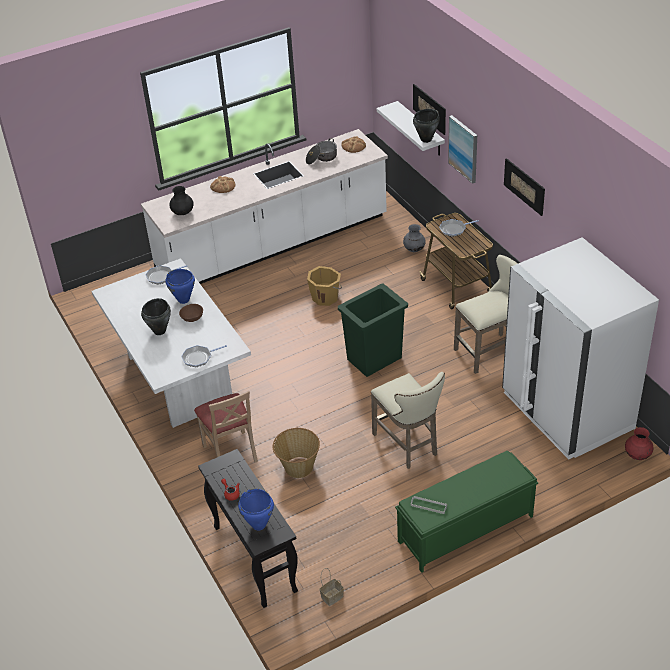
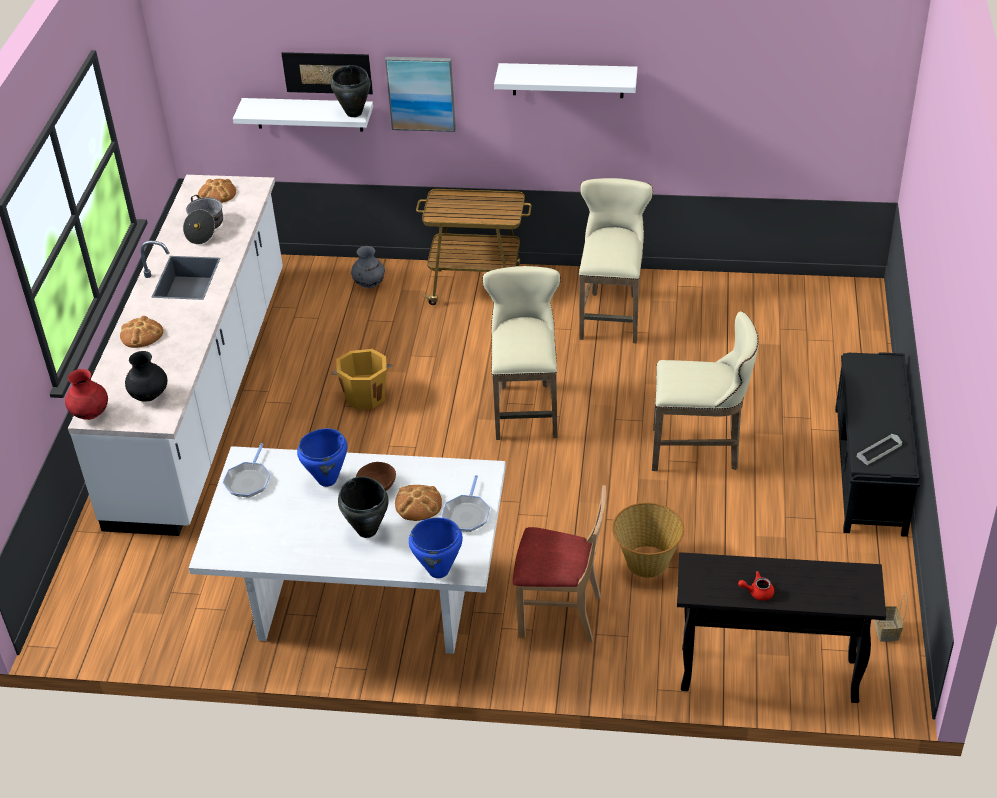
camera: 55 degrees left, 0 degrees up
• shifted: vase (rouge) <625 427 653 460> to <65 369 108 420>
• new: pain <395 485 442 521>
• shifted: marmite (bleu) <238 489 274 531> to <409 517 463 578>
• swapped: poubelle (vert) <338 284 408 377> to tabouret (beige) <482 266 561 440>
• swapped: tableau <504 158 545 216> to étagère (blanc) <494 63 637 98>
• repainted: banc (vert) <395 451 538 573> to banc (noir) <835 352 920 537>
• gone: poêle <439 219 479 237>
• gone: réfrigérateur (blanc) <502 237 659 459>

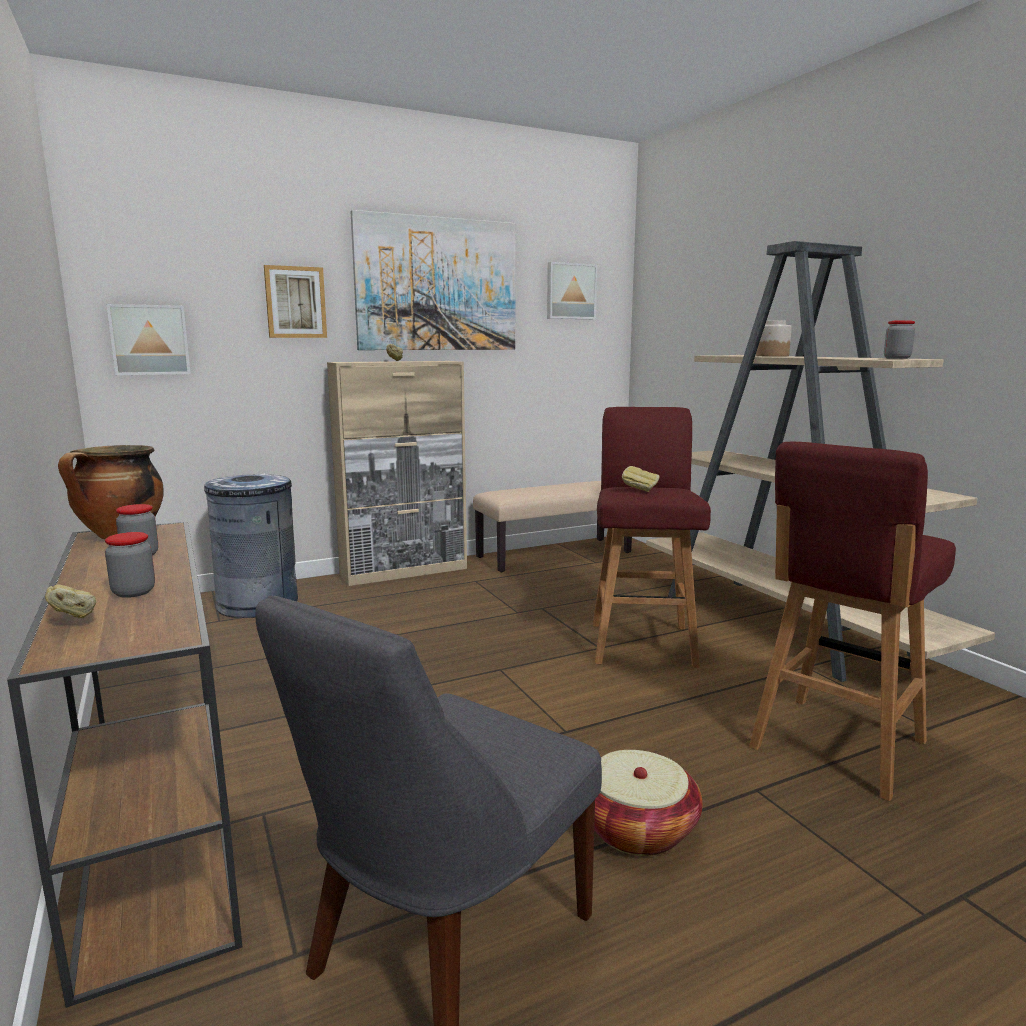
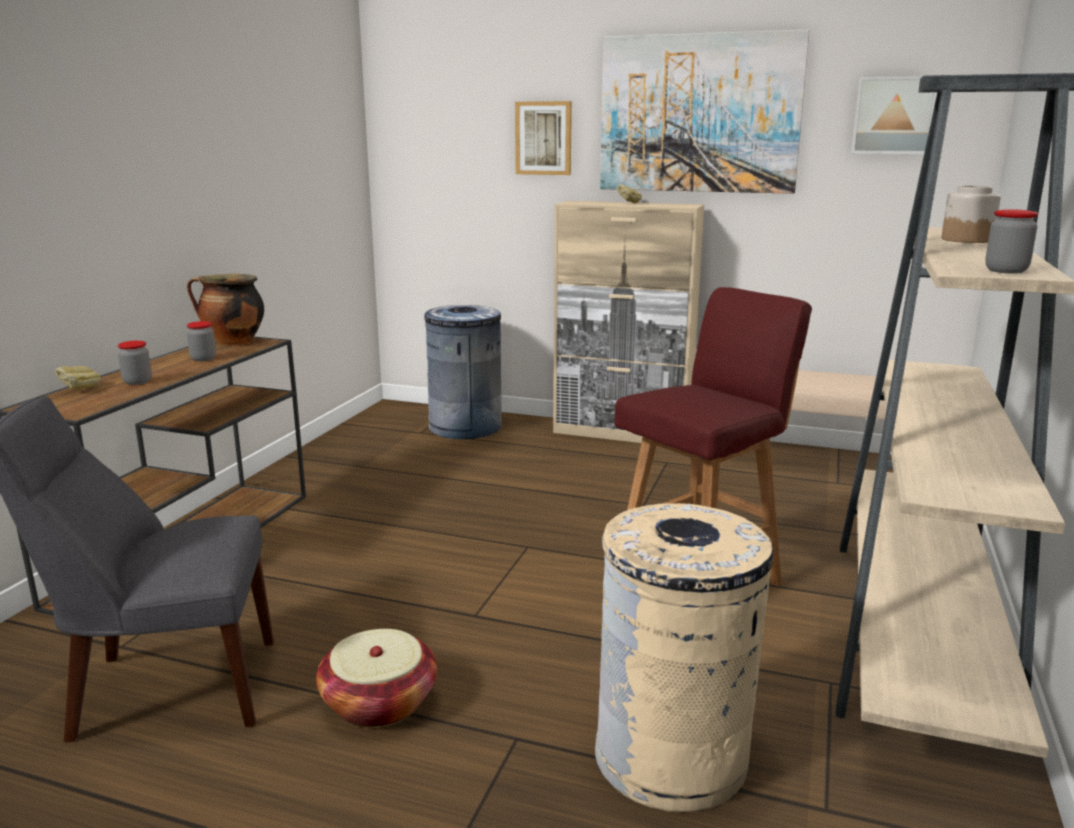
camera: 45 degrees right, 5 degrees up
• swapped: tabouret (rouge) <749 442 956 801> to poubelle (beige) <595 503 773 812>
• gone: tableau <106 304 191 375>
• gone: pain <622 466 659 492>

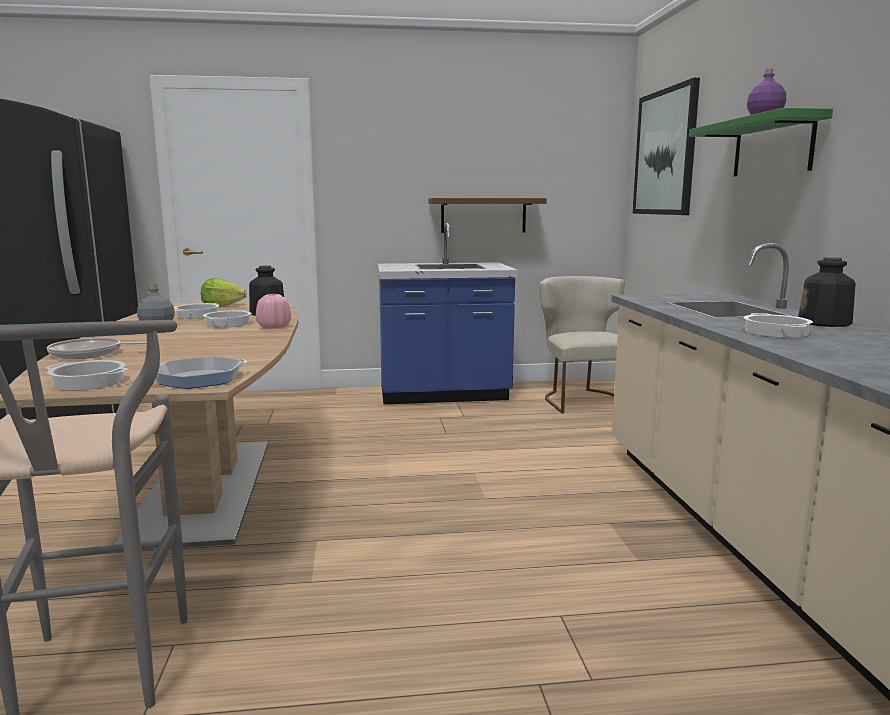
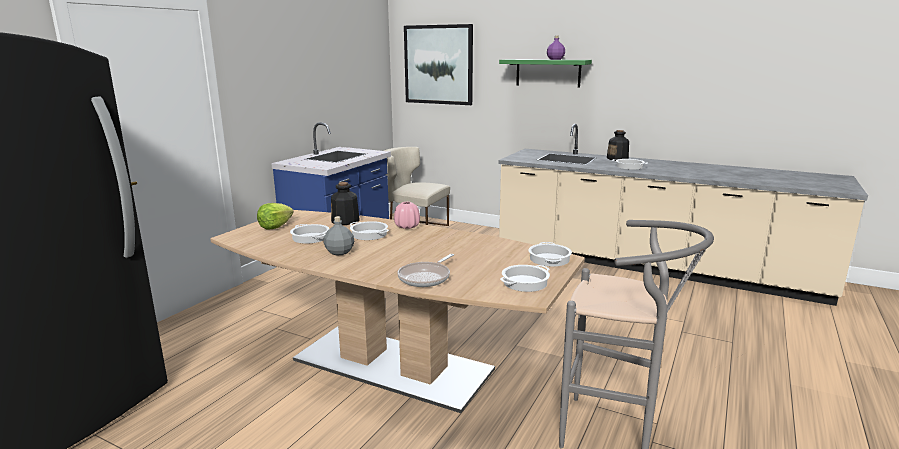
camera: 55 degrees left, 5 degrees up
• swapped: poêle <156 356 247 389> to marmite <528 242 572 267>
• gone: étagère (marron) <428 198 547 233>

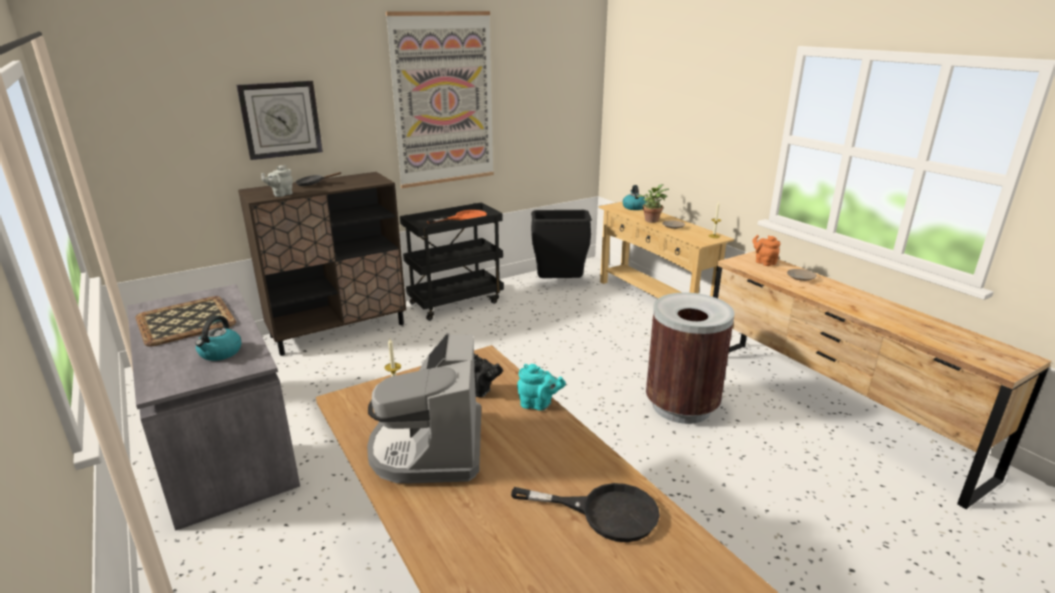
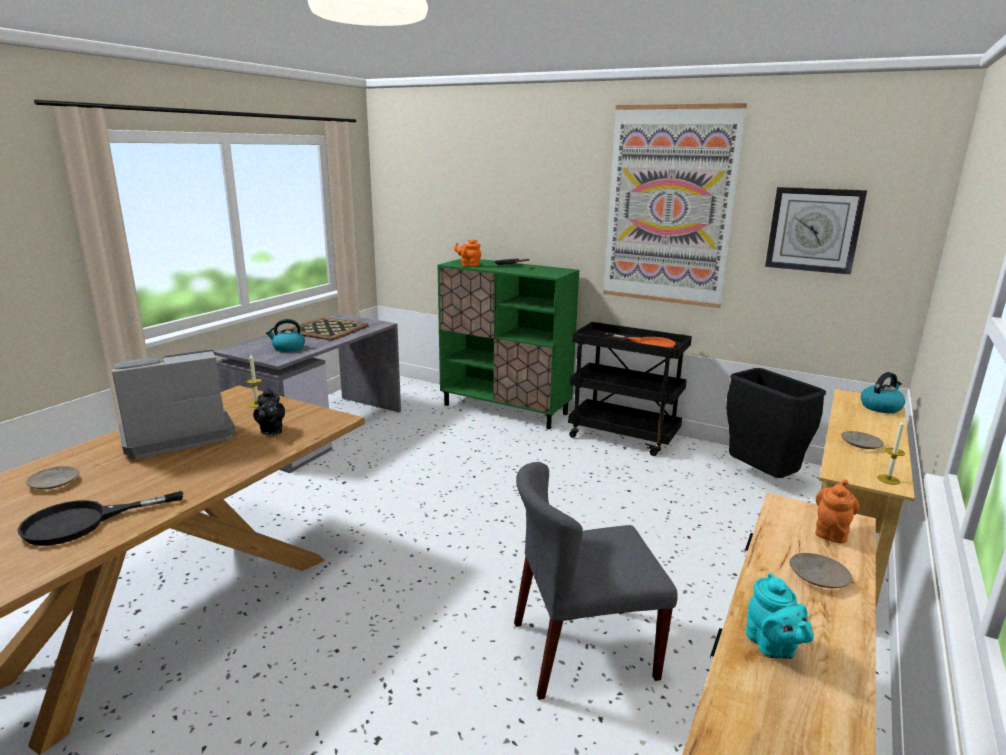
camera: 60 degrees right, 5 degrees down
• rotated: poêle (noir) <511 483 660 542> = <17 491 183 546> 75 degrees clockwise
• new: assiette (beige) <26 466 79 489>
• repainted: meuble de rangement (marron) <238 172 406 356> to meuble de rangement (vert) <437 258 579 429>
• repainted: théière (gris) <261 165 293 197> to théière (orange) <454 239 481 267>
• swapped: poubelle (marron) <646 293 735 424> to chaise (gris) <514 462 678 700>
• shifted: théière (turquoise) <517 364 566 411> to <746 573 814 659>
• shifted: horloge murale <236 81 323 160> to <765 187 867 275>
• gone: plante en pot <637 184 669 223>

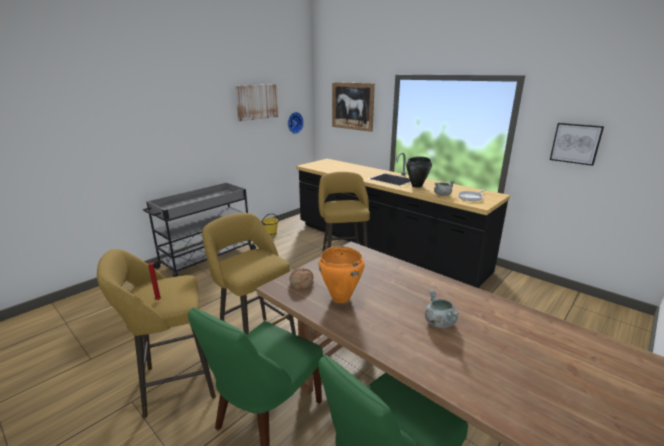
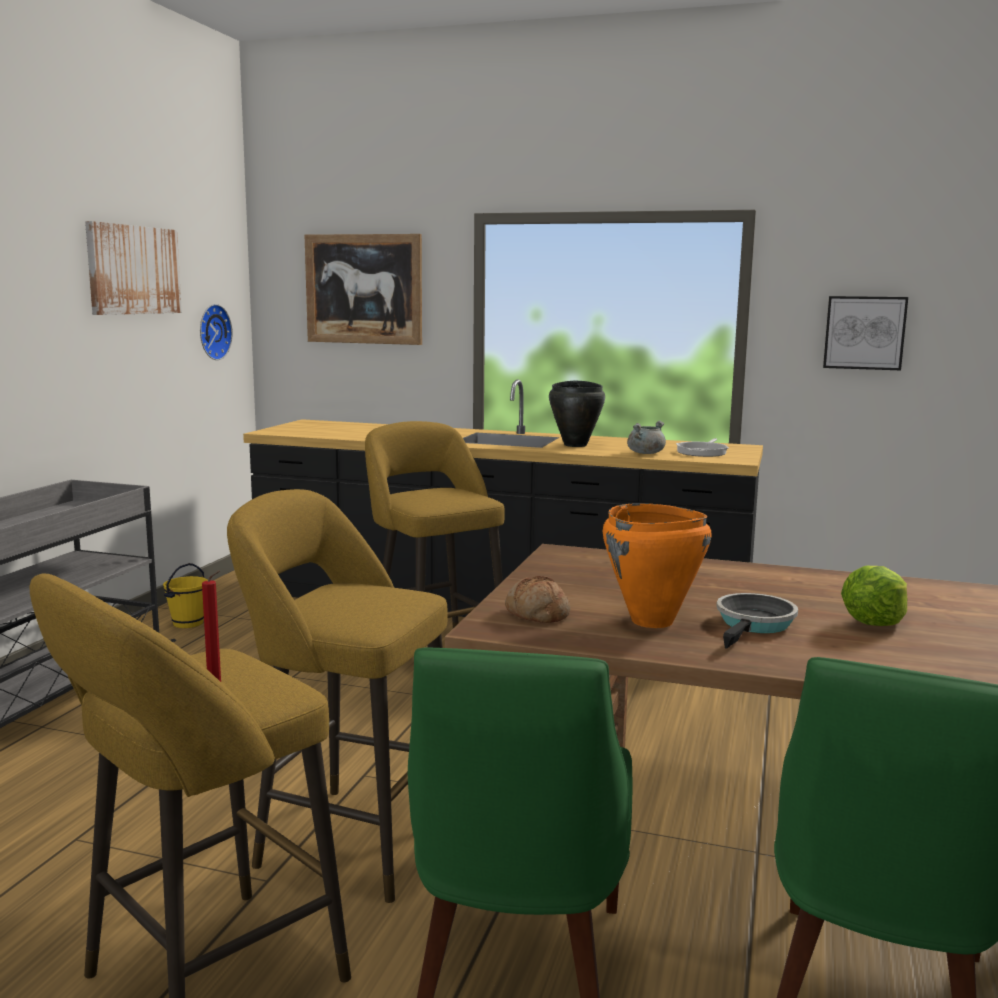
camera: 25 degrees left, 10 degrees down
• new: poêle <717 593 798 649>
• swapped: marmite (gris) <425 290 459 328> to laitue <841 566 907 626>

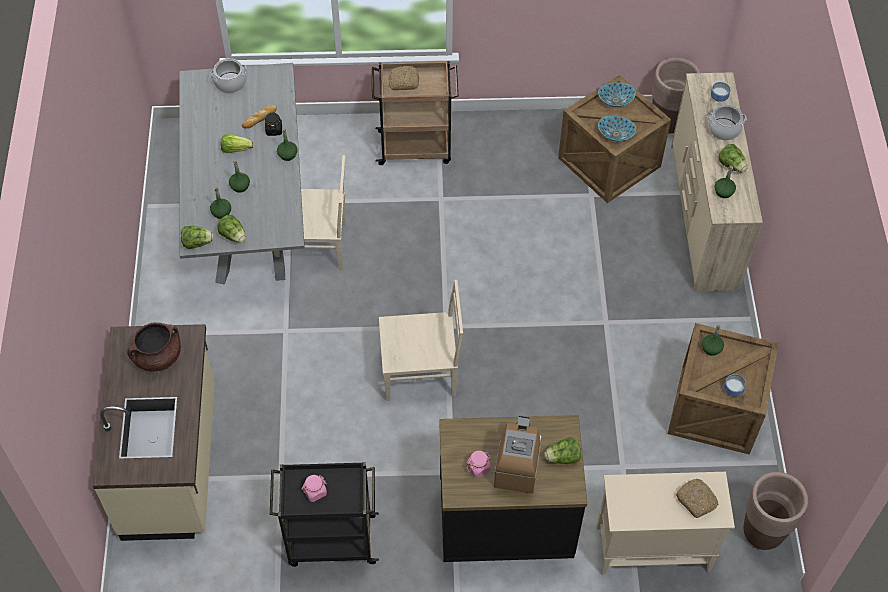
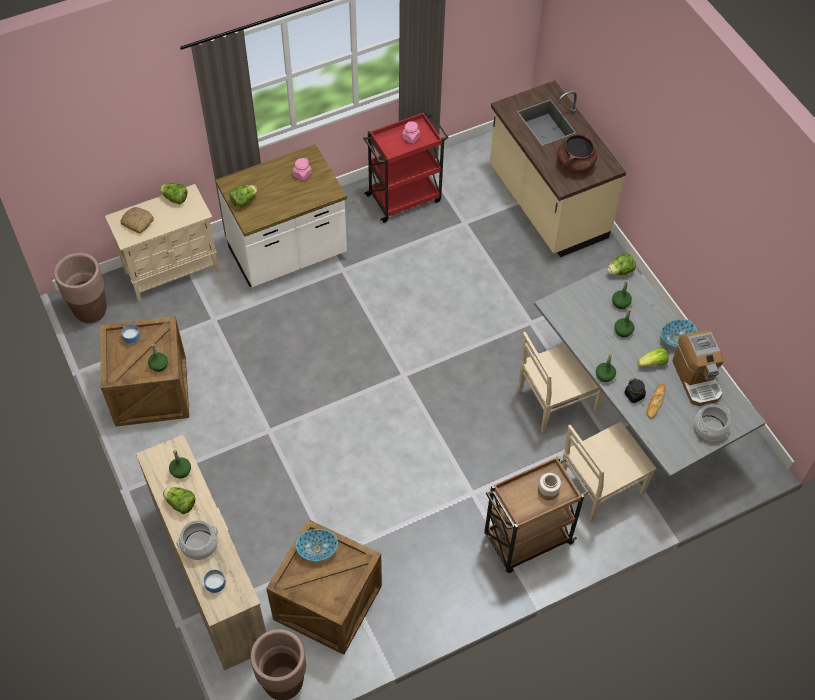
camera: 155 degrees right, 0 degrees up
• shifted: laitue <217 215 246 243> to <159 183 188 204>
• repainted: comptoir de cuisine (noir) <439 415 587 562> to comptoir de cuisine (blanc) <215 144 347 287>
• repainted: chariot (noir) <270 462 379 567> to chariot (rouge) <363 112 449 223>
• swapped: pain <388 66 419 90> to bocal <538 473 561 500>
• shifted: chaise (beige) <379 280 463 401> to <562 422 657 522>
• shifted: bol <598 82 636 107> to <661 319 697 347>
• shifted: machine à café <494 416 542 494> to <672 329 723 406>

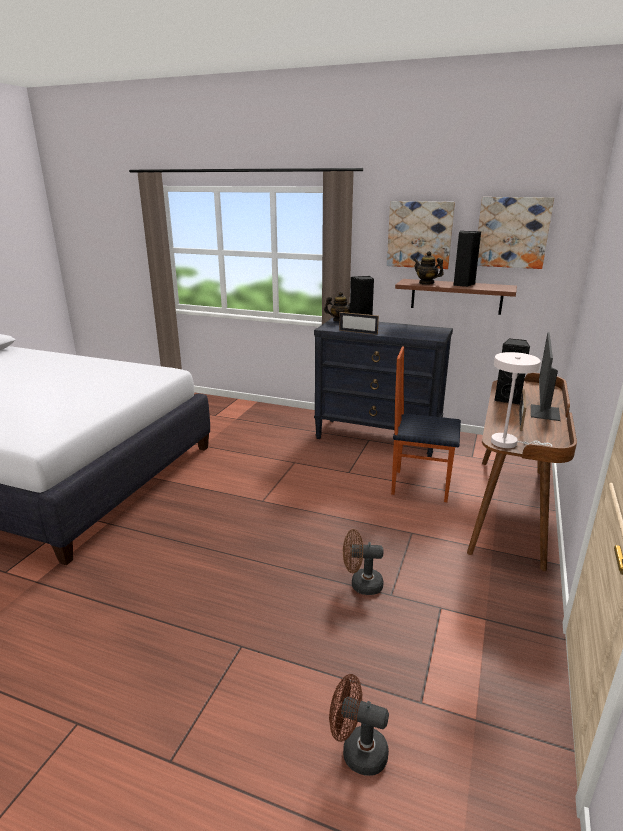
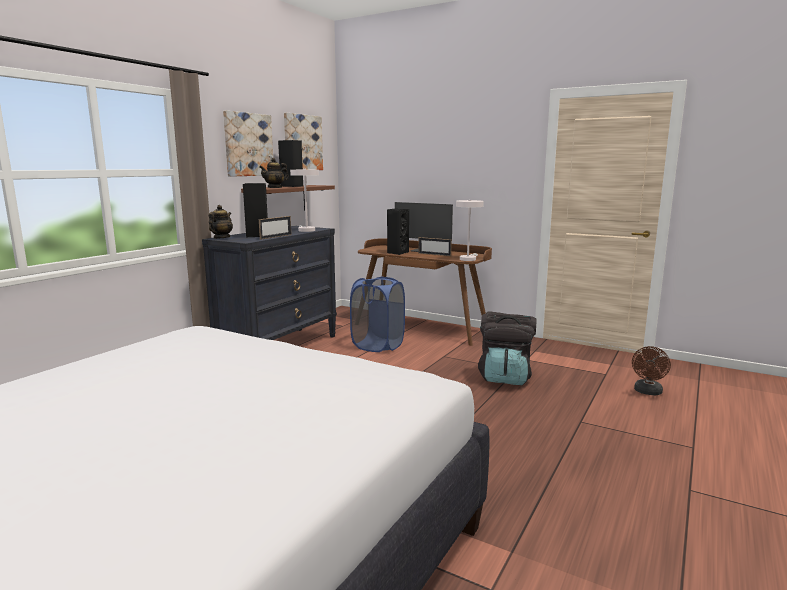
camera: 80 degrees left, 10 degrees down
• new: lampe de table (blanc) <290 169 319 232>
• swapped: chaise <391 346 461 502> to panier à linge (bleu) <350 277 405 352>
• swapped: ventilateur (marron) <343 529 383 595> to sac à dos (noir) <478 311 536 386>

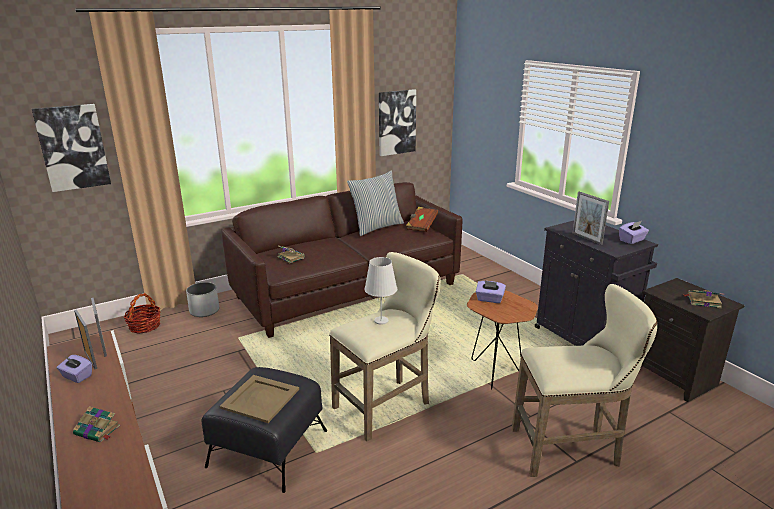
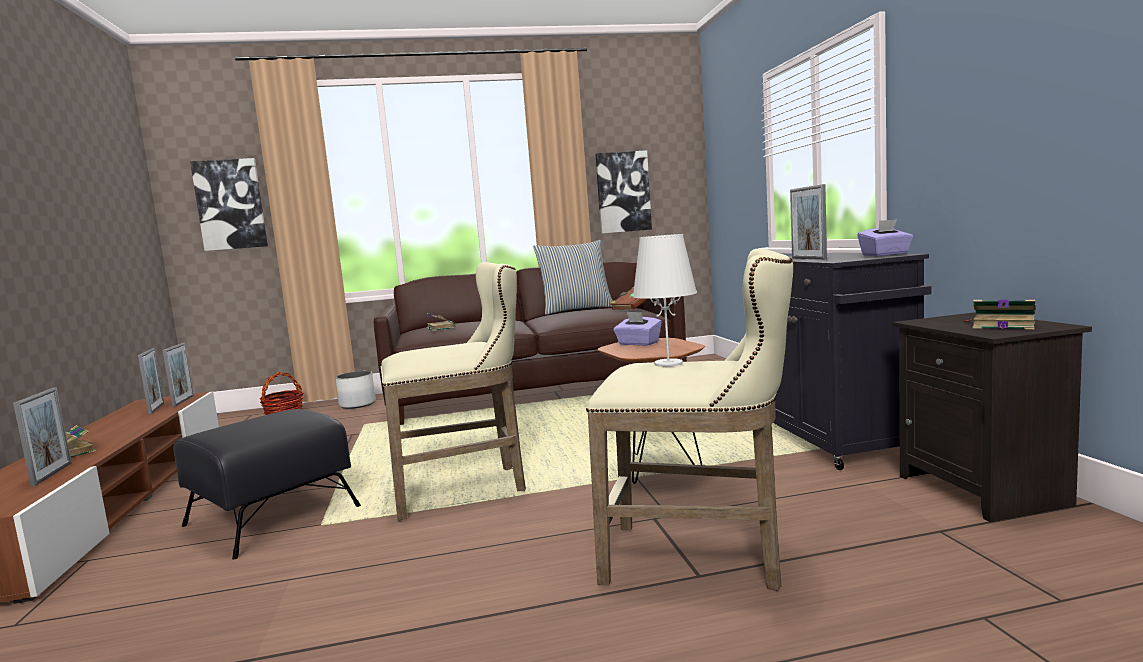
camera: 20 degrees right, 15 degrees down
• new: cadre photo <13 387 72 487>
• shifted: lampe de table (blanc) <364 257 397 325> to <632 234 697 367>
• gone: boîte à mouchoirs (violet) <57 355 92 383>
• gone: plateau (beige) <220 375 299 423>

